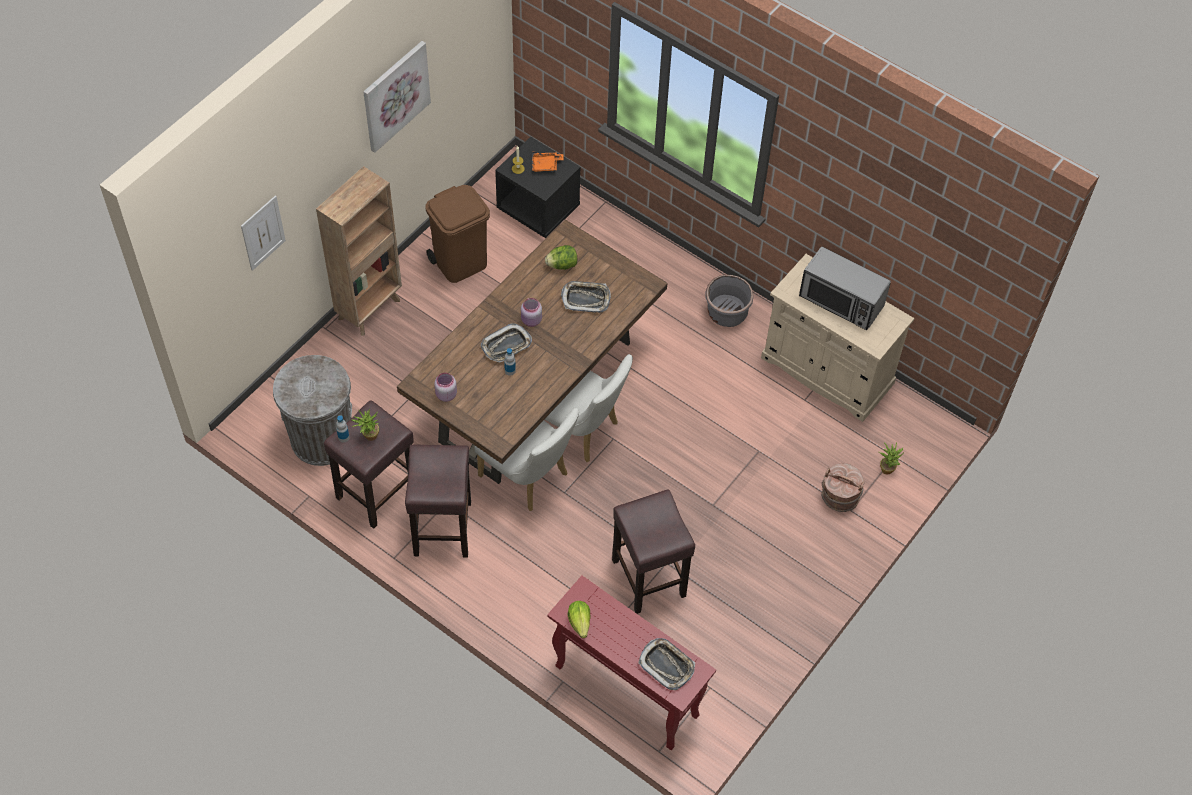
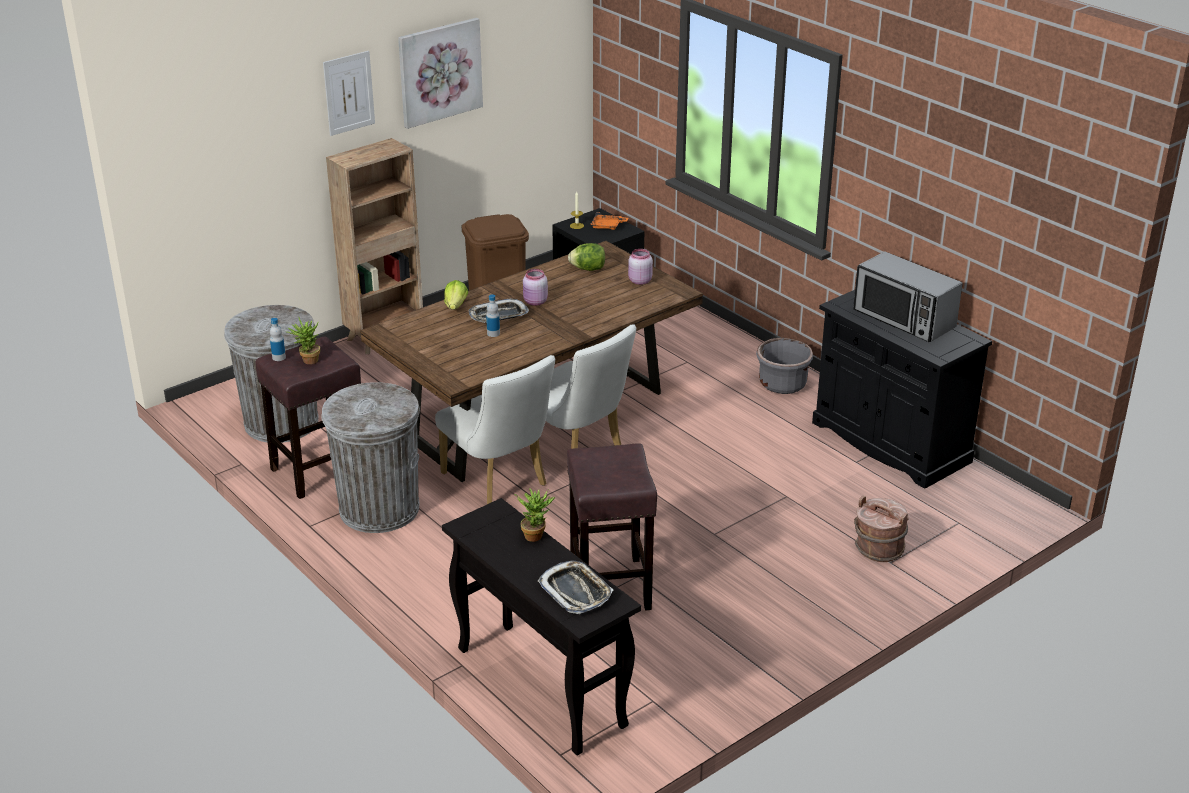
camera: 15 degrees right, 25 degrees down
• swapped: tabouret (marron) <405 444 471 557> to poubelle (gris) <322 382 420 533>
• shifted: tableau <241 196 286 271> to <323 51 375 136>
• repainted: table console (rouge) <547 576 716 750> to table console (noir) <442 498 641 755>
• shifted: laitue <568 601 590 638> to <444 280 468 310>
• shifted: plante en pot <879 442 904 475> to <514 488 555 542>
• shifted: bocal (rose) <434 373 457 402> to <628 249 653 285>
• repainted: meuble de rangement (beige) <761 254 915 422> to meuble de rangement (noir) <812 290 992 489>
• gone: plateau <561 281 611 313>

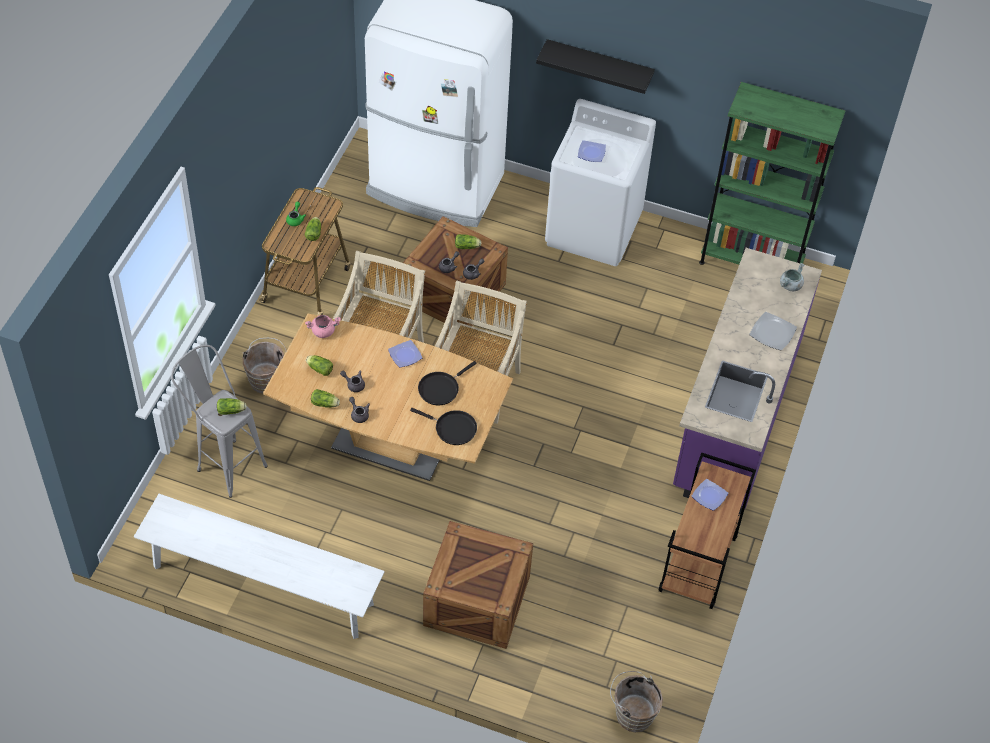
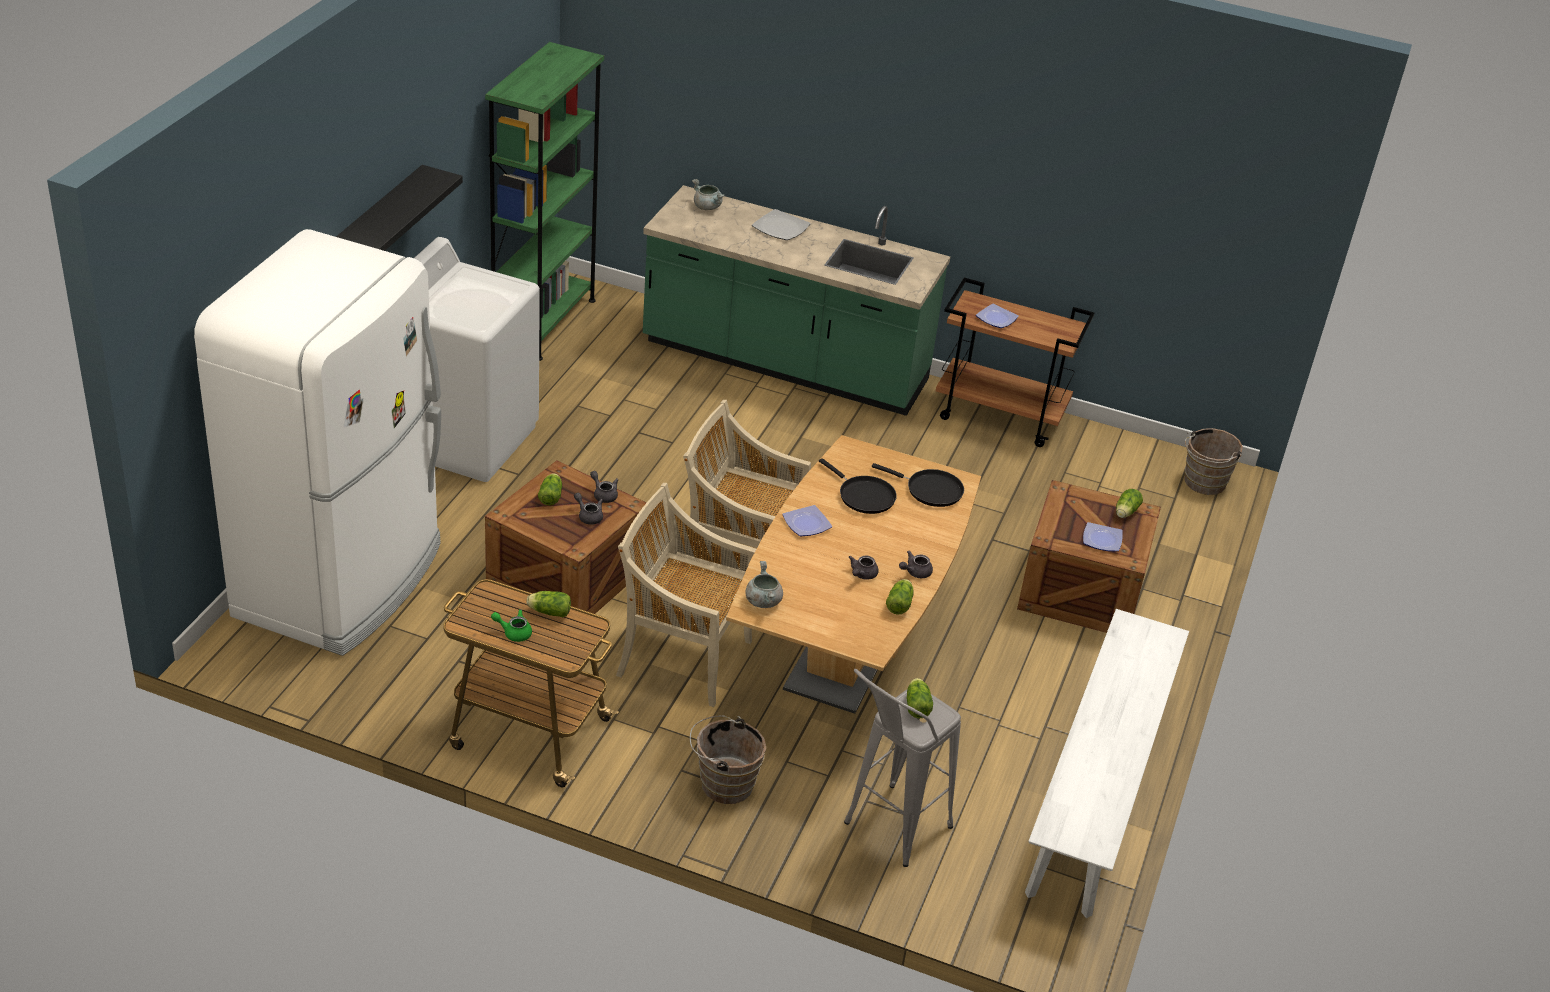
camera: 90 degrees left, 15 degrees down
• repainted: comptoir de cuisine (violet) <673 248 822 514> to comptoir de cuisine (vert) <643 185 950 416>
• repainted: marmite (rose) <305 315 341 338> to marmite (gris) <746 561 783 608>
• rotated: poêle (noir) <410 408 477 445> = <872 463 964 507> 90 degrees clockwise
• shifted: assiette <578 140 606 162> to <1083 522 1123 552>
• shifted: laitue <306 355 333 376> to <1116 489 1143 518>

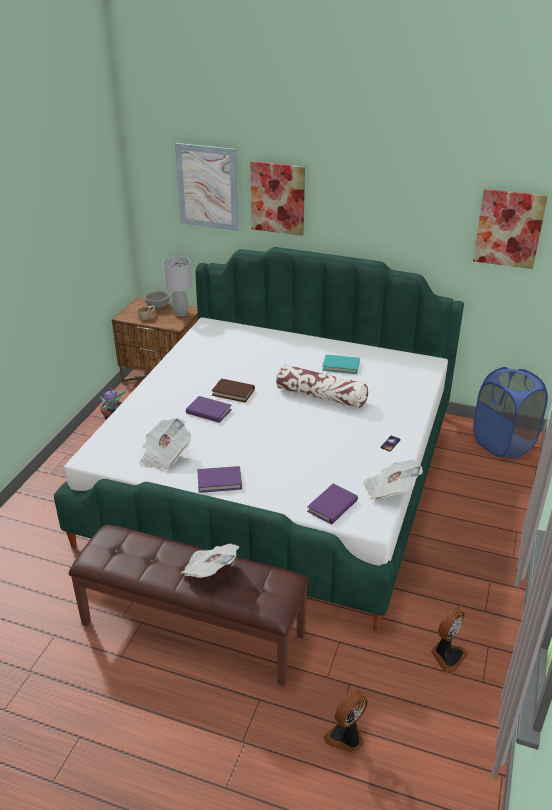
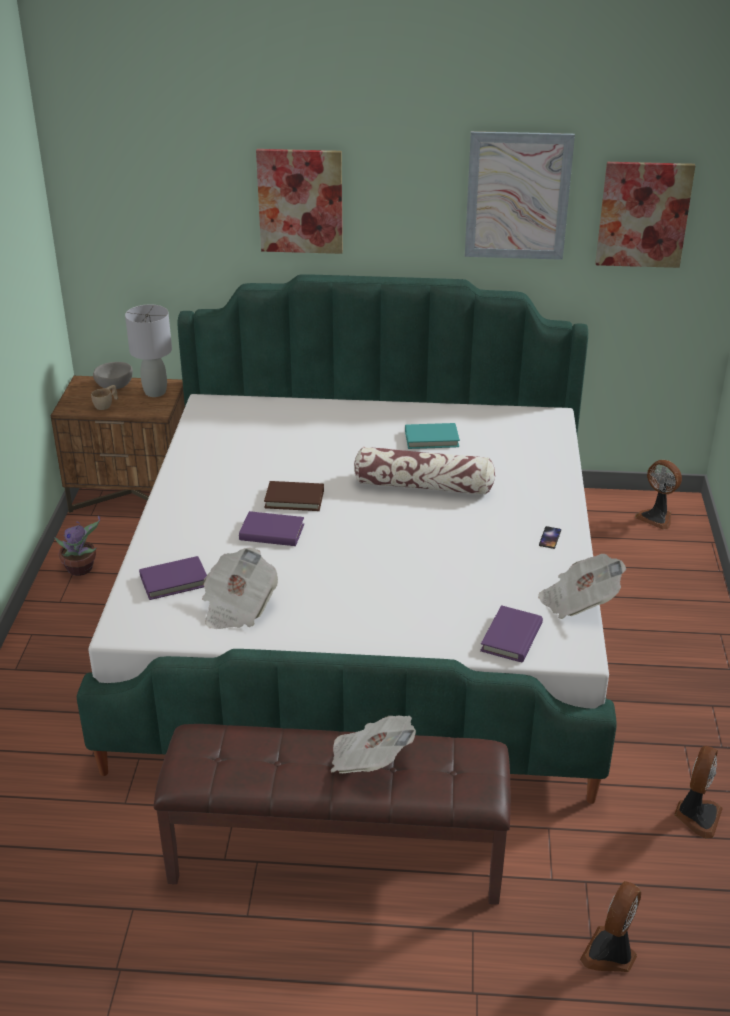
camera: 15 degrees left, 0 degrees up
• shifted: livre (violet) <197 466 242 493> to <139 556 207 600>
• shifted: tableau <175 143 239 231> to <465 131 575 260>
• swapped: panier à linge (bleu) <473 367 548 459> to ventilateur <635 460 682 529>

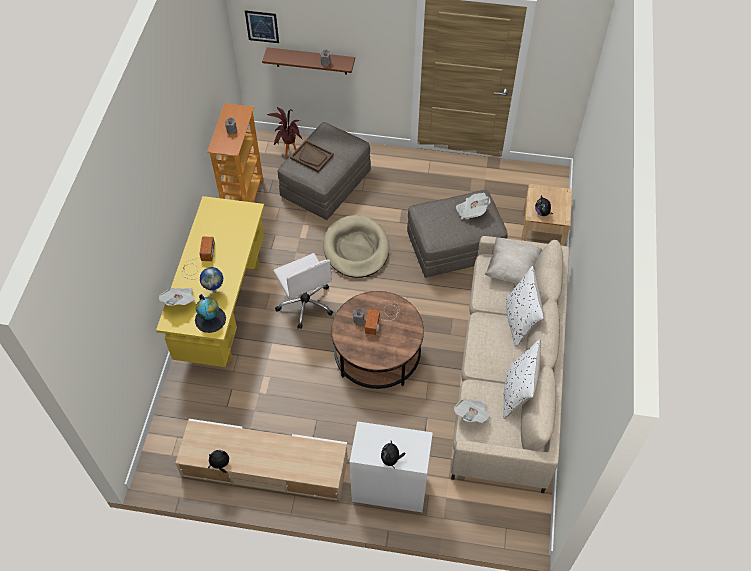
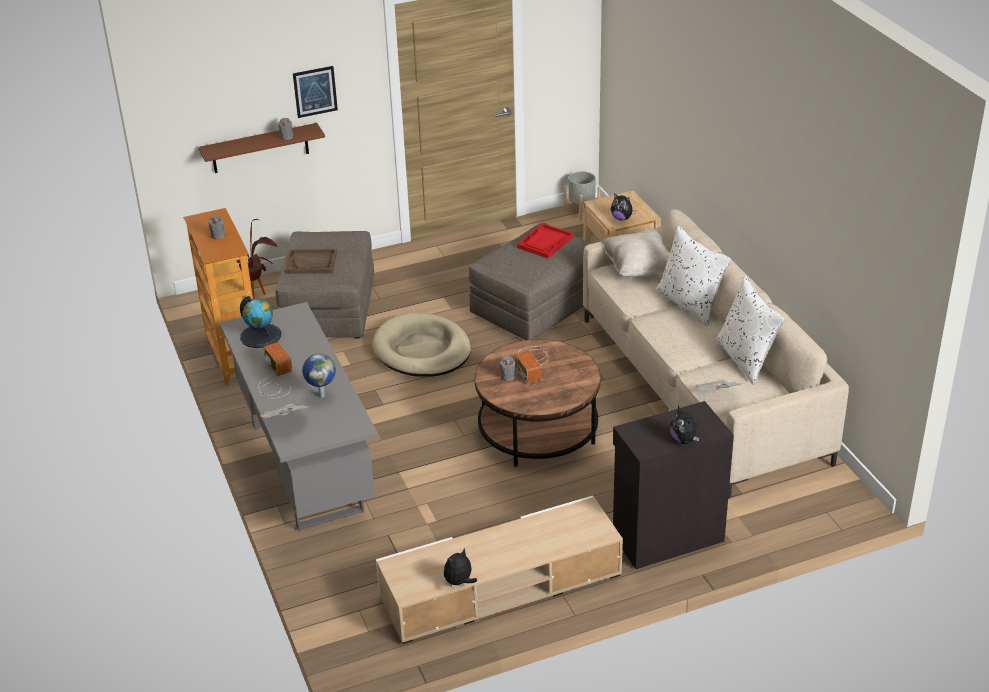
camera: 30 degrees left, 20 degrees down
• repainted: bureau (jaune) <156 196 264 367> to bureau (gris) <220 302 378 531>
• shifted: globe <195 294 226 333> to <240 296 281 348>
• shifted: tableau <245 10 279 43> to <293 66 338 118>
• swapped: journal <456 193 490 219> to plateau (rouge) <517 223 574 258>
• new: cache-pot (gris) <564 171 600 221>
• repainted: meuble de rangement (blanc) <350 421 433 512> to meuble de rangement (noir) <613 401 734 569>
• gone: chaise de bureau (blanc) <273 253 333 329>

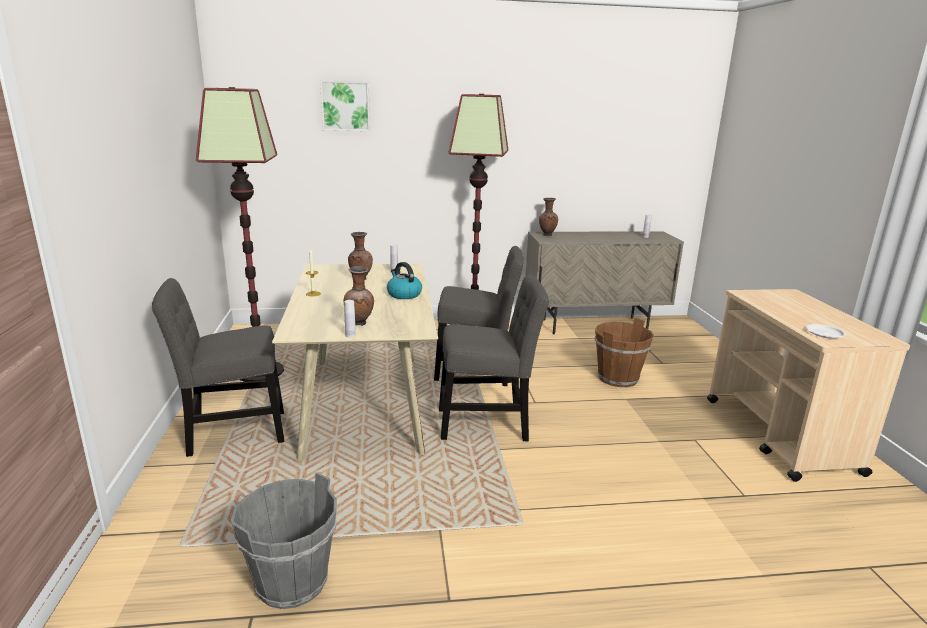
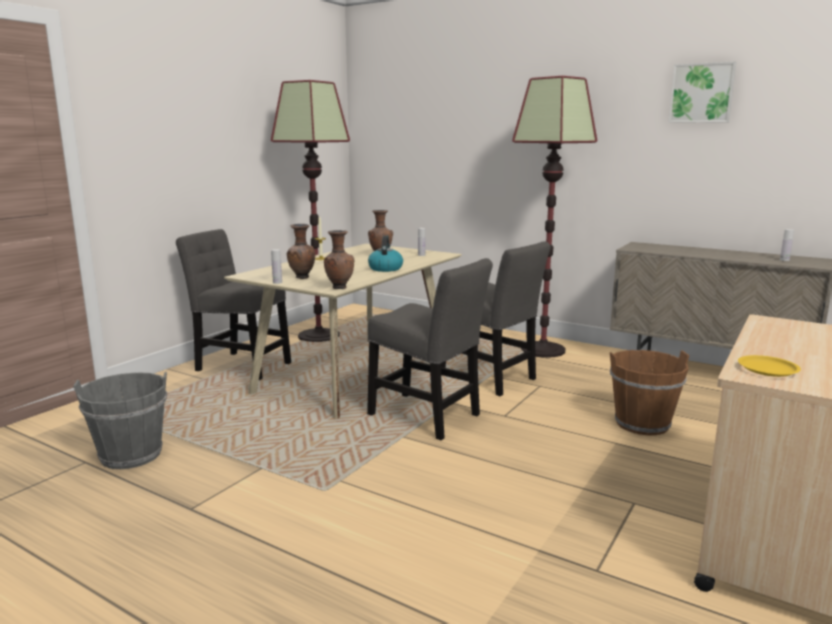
camera: 40 degrees right, 5 degrees down
• shifted: vase (marron) <539 198 558 236> to <324 230 354 289>
• shifted: tableau <320 80 370 131> to <668 61 736 123>
• repainted: assiette (blanc) <806 324 846 339> to assiette (jaune) <738 355 801 377>

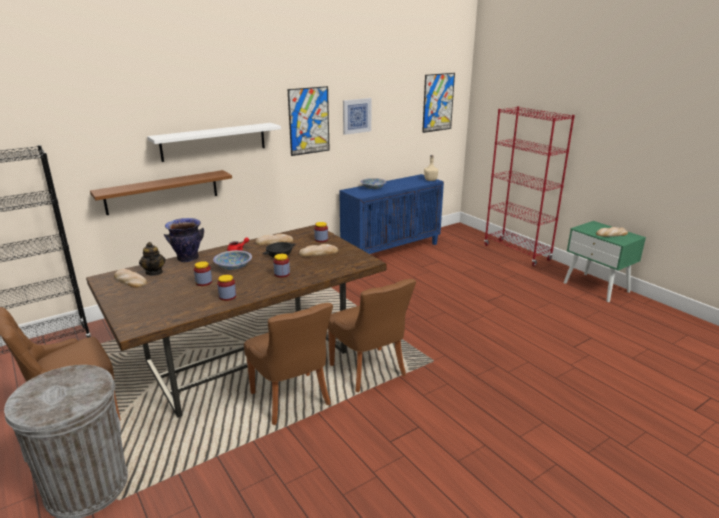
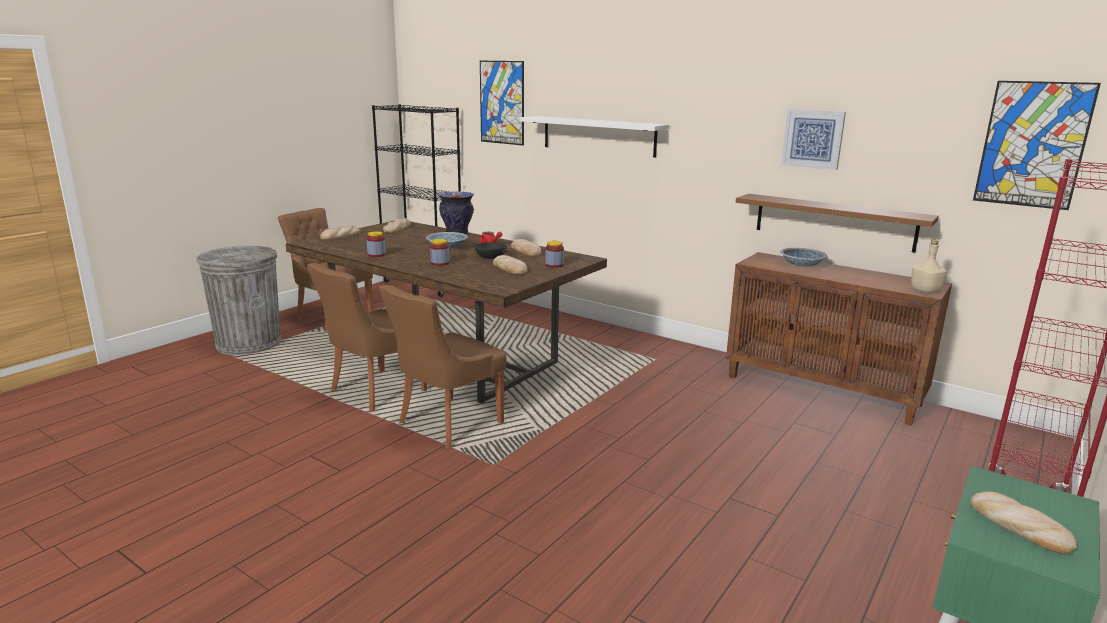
camera: 70 degrees right, 5 degrees down
• new: pain <320 225 361 240>
• shifted: tableau <288 86 330 156> to <480 61 524 145>
• repainted: meuble de rangement (bleu) <339 174 444 254> to meuble de rangement (marron) <726 252 952 426>
• shifted: étagère (marron) <90 170 232 215> to <736 194 939 252>
• gone: théière <139 242 166 276>
• gone: bocal <194 261 212 286>

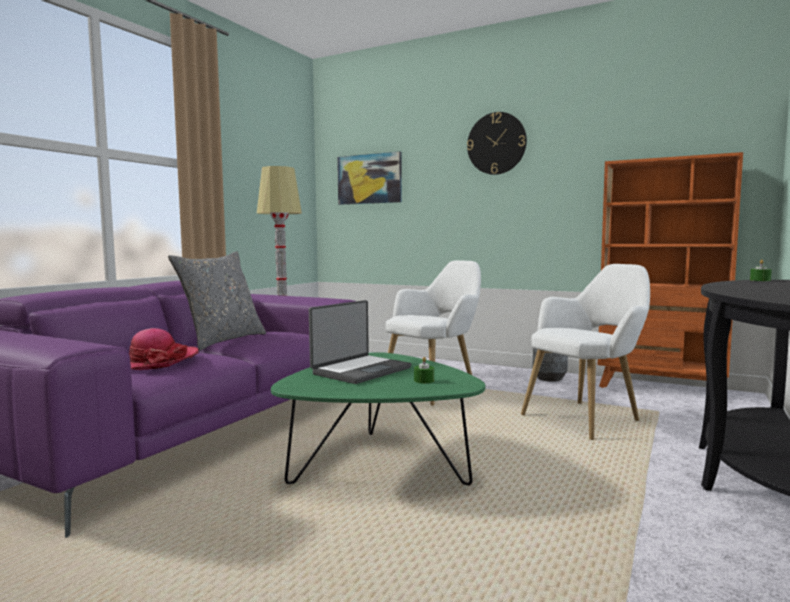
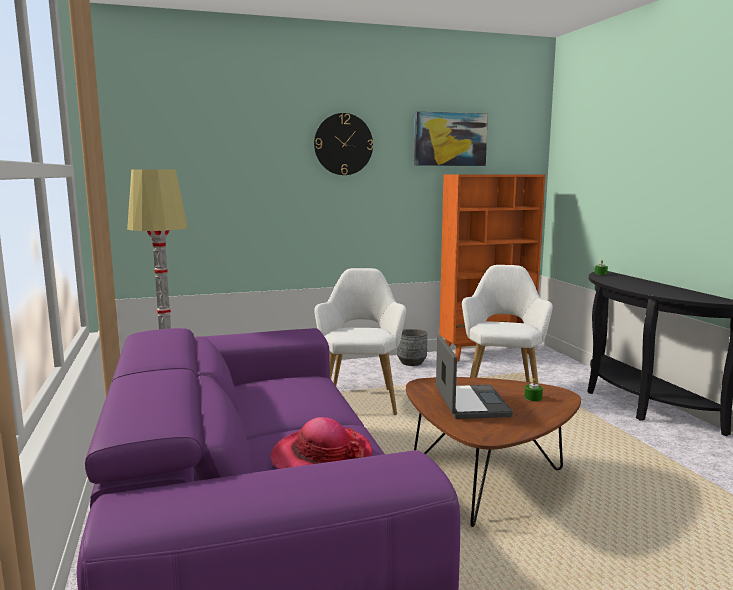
camera: 45 degrees left, 5 degrees up
• repainted: table basse (vert) <271 352 485 485> to table basse (marron) <406 377 581 527>
• shifted: tableau <337 151 402 205> to <414 112 488 166>
• gone: coussin (gris) <168 251 266 350>

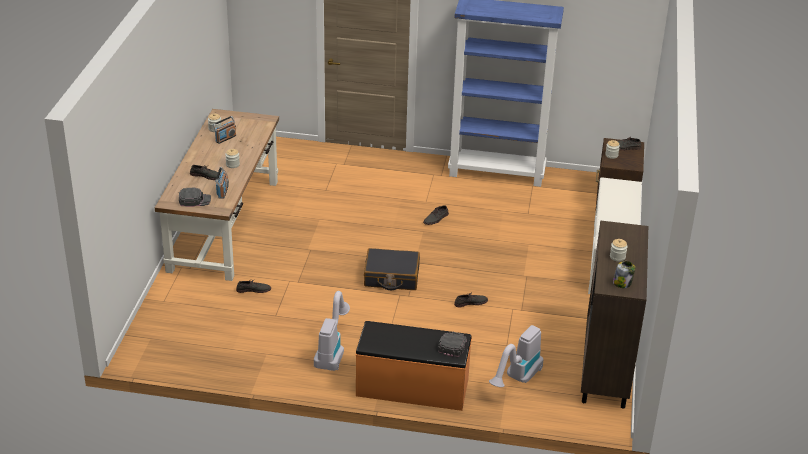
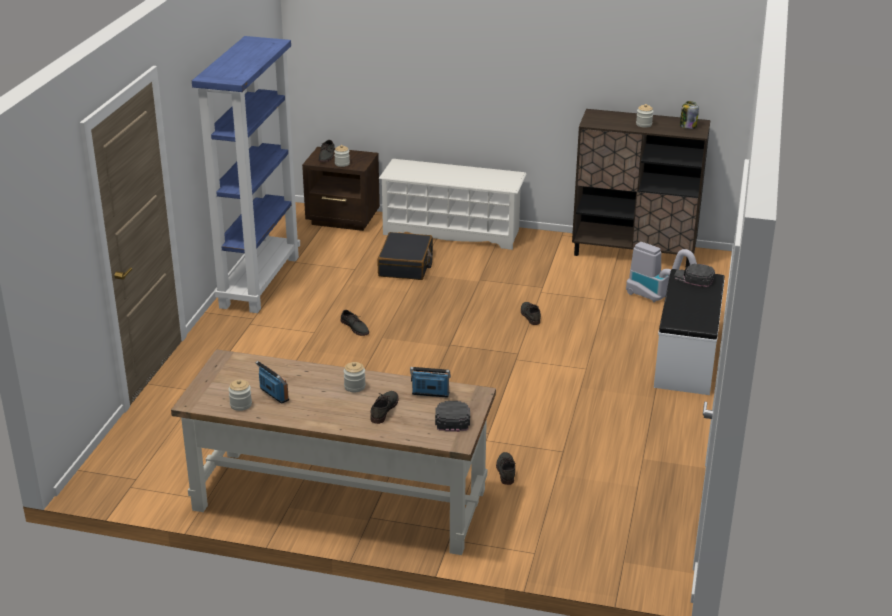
camera: 85 degrees left, 5 degrees down
• shifted: valise (noir) <364 248 420 290> to <377 232 433 280>
• repainted: banc (orange) <356 321 472 411> to banc (blanc) <654 269 725 395>
• gone: aspirateur <314 291 350 371>

